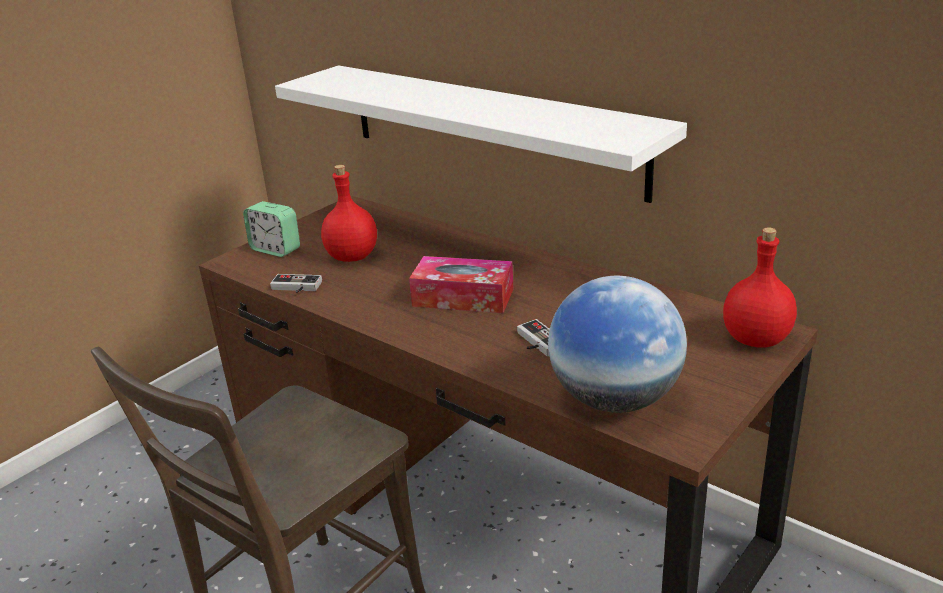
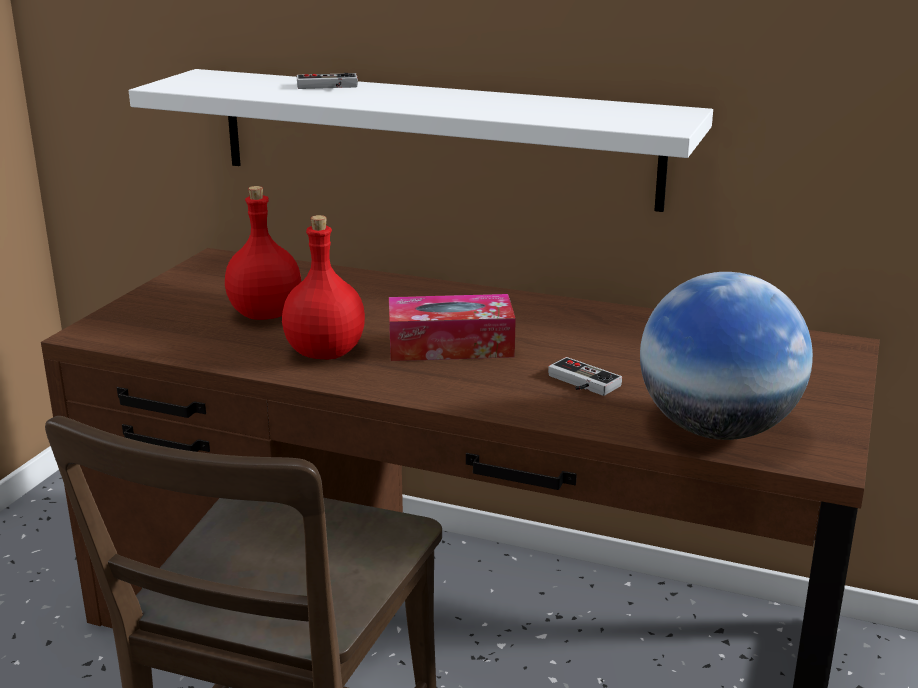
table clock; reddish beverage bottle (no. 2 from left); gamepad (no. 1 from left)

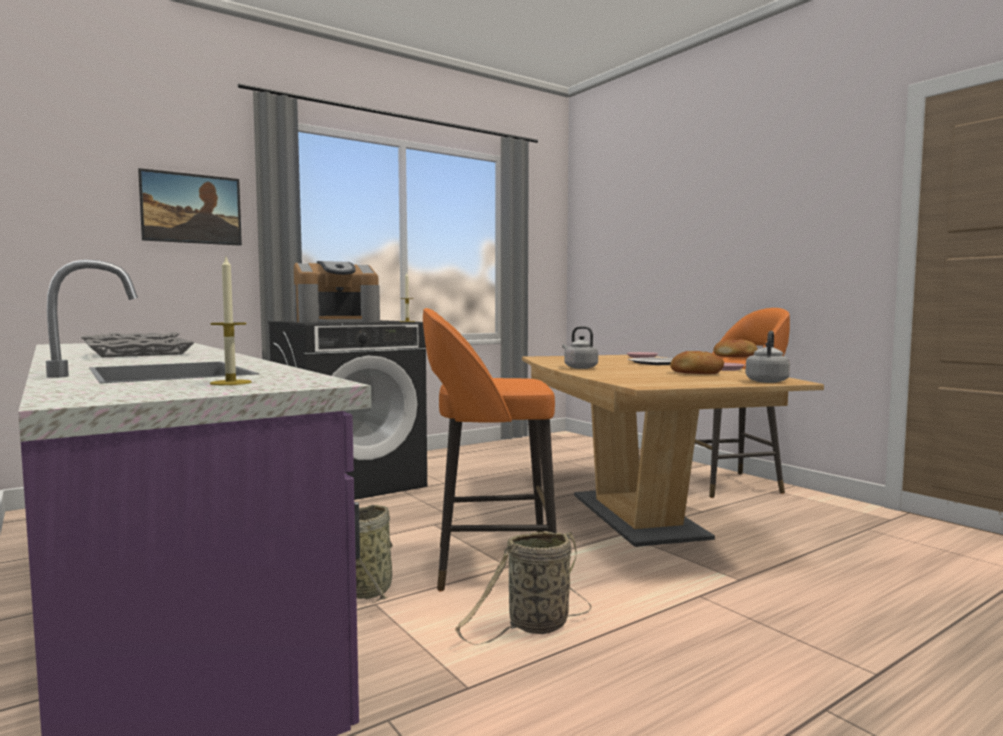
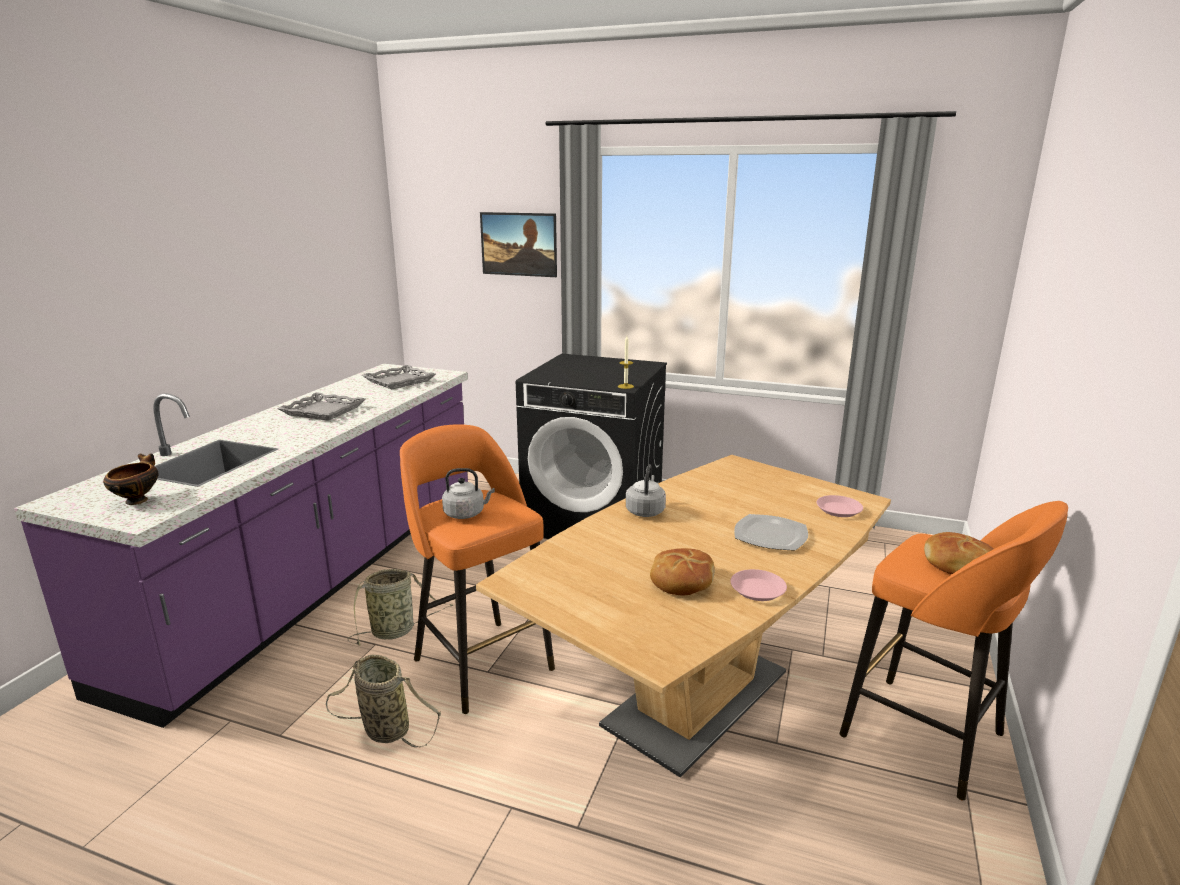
bowl; coffee machine; gray tea kettle (no. 1 from left)

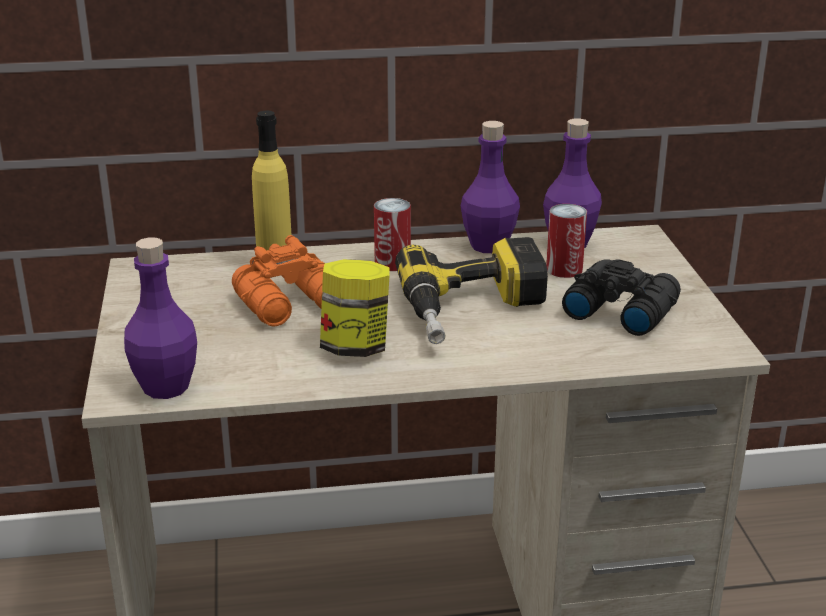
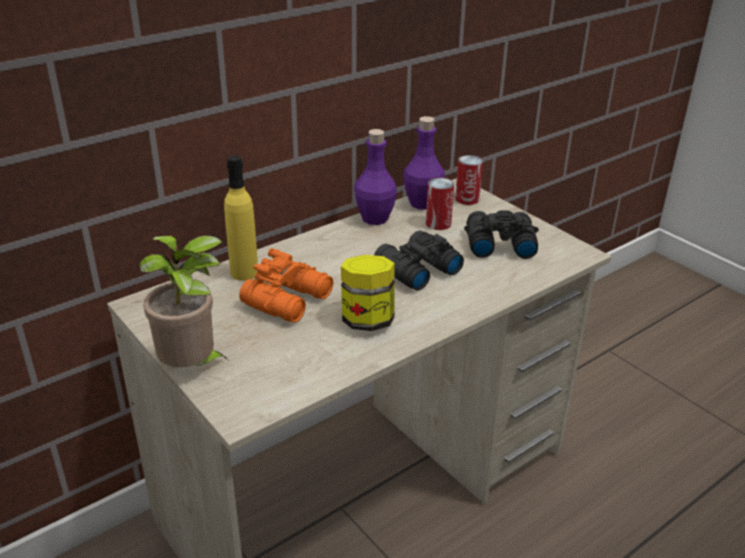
sealed can (no. 2 from left); purplish beverage bottle (no. 1 from left in the first image); blackish pair of binoculars (no. 1 from left); houseplant

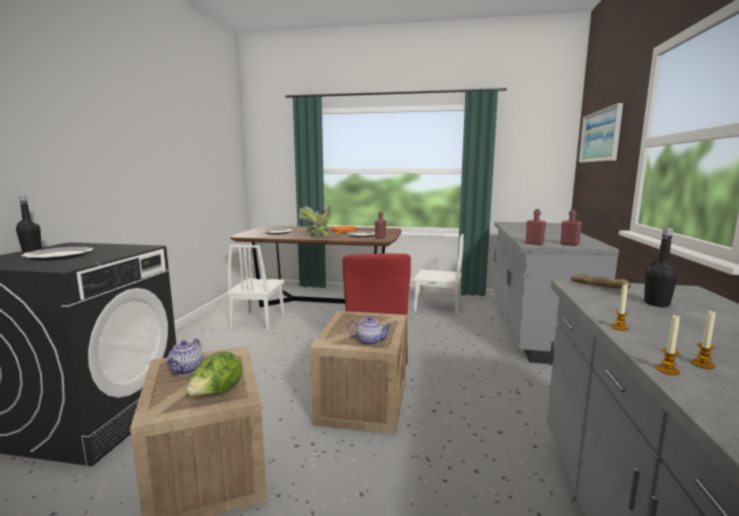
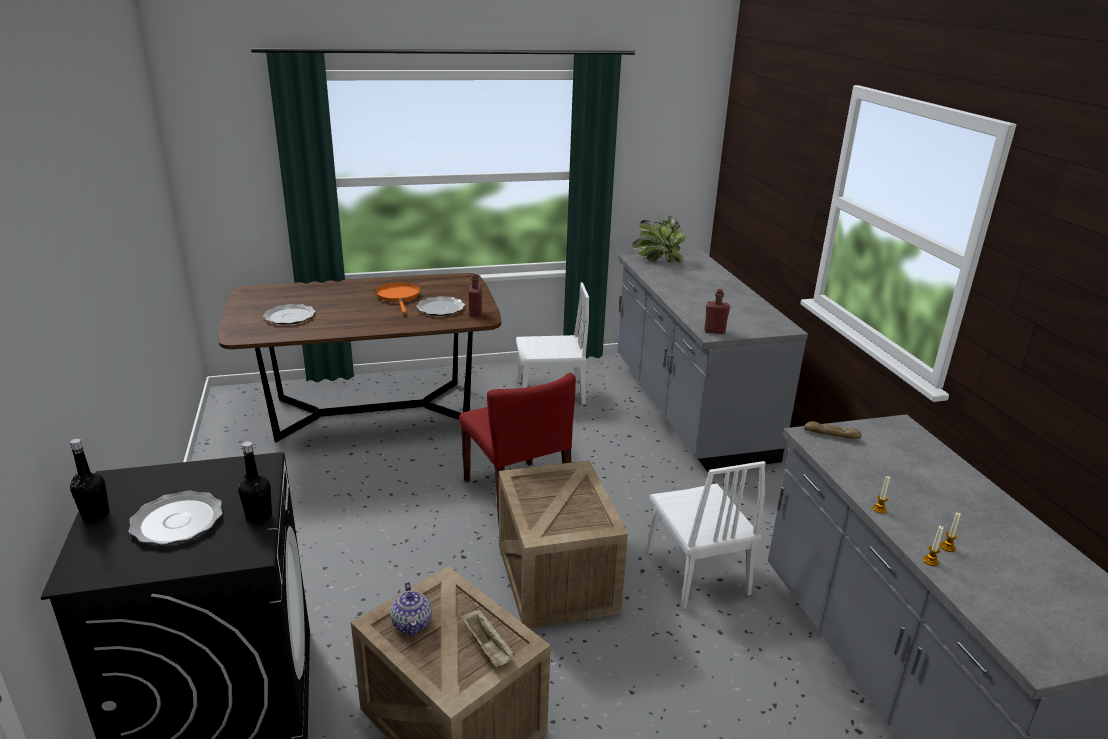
wall art; houseplant; reddish beverage bottle (no. 3 from left in the first image); blackish beverage bottle (no. 2 from left); whitish plain chair (no. 2 from left); teapot (no. 2 from left in the first image); sand-coloured carrying tray

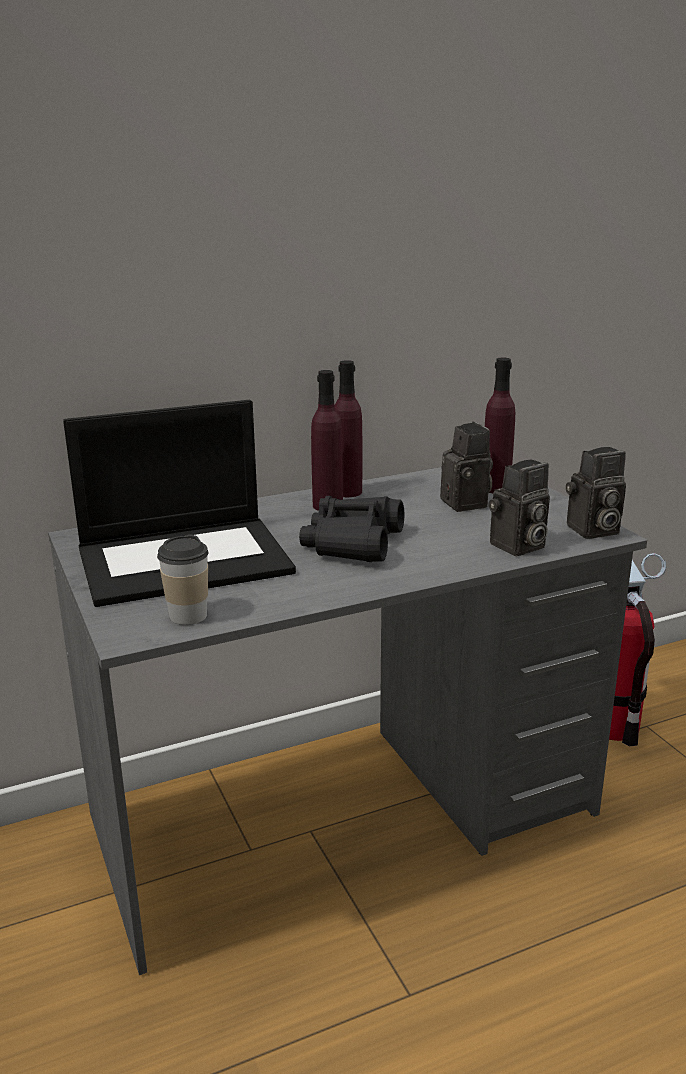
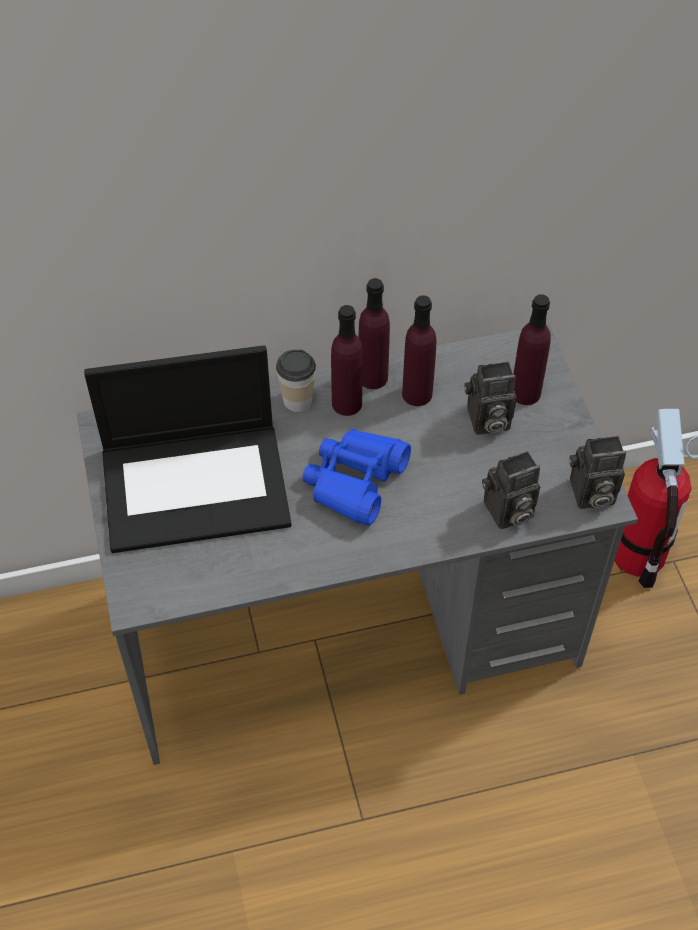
still camera (no. 1 from left); bluish pair of binoculars; cup; purplish beverage bottle (no. 3 from left)

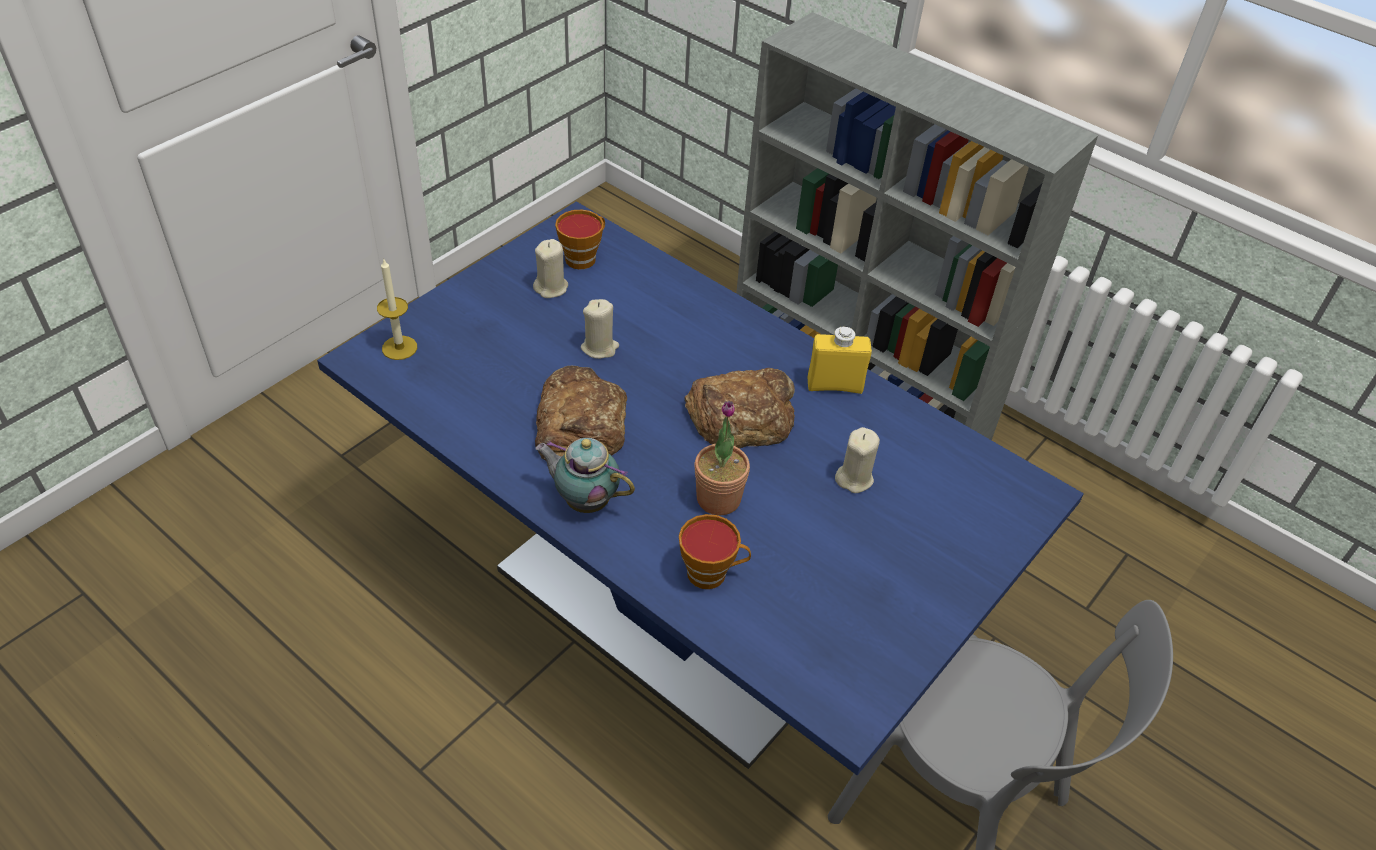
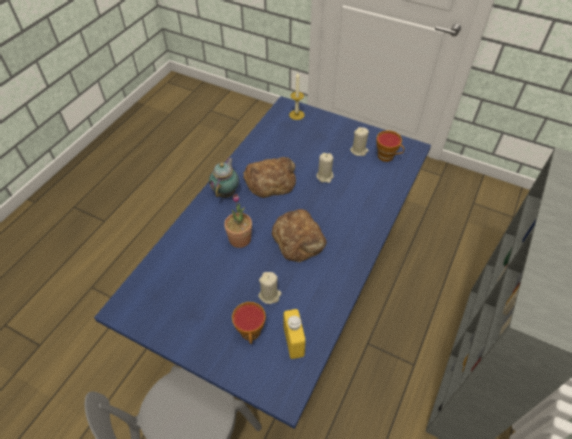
yellowish beverage bottle; cup (no. 1 from left)

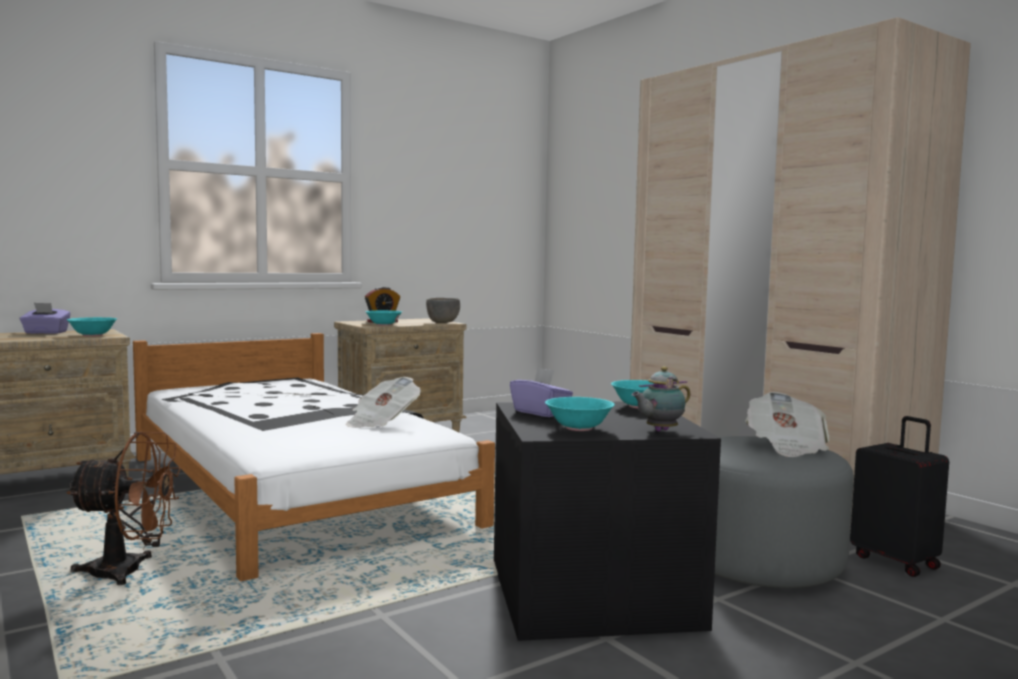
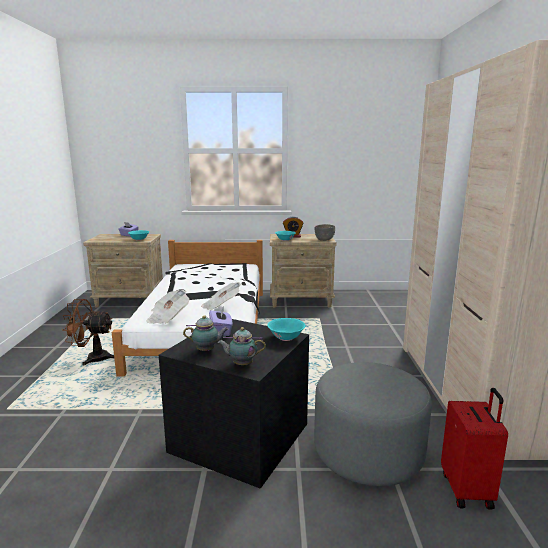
newspaper (no. 1 from left); teapot (no. 1 from left); reddish travel case; brown fan

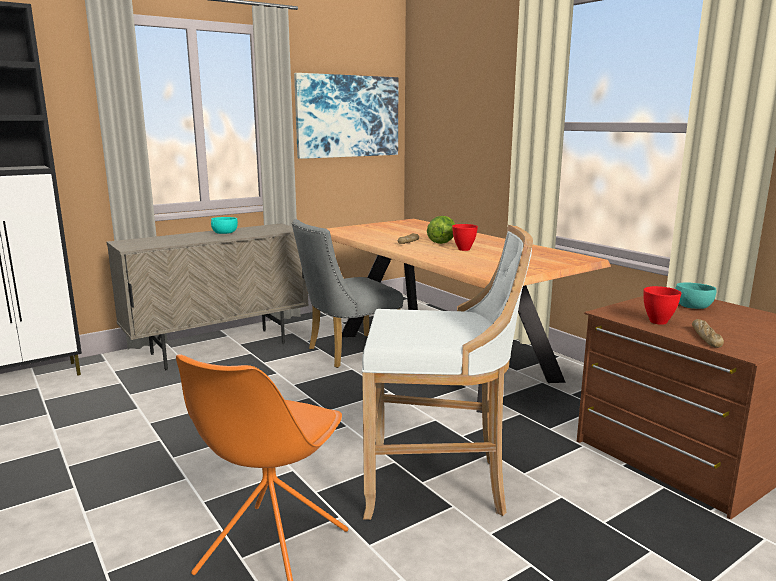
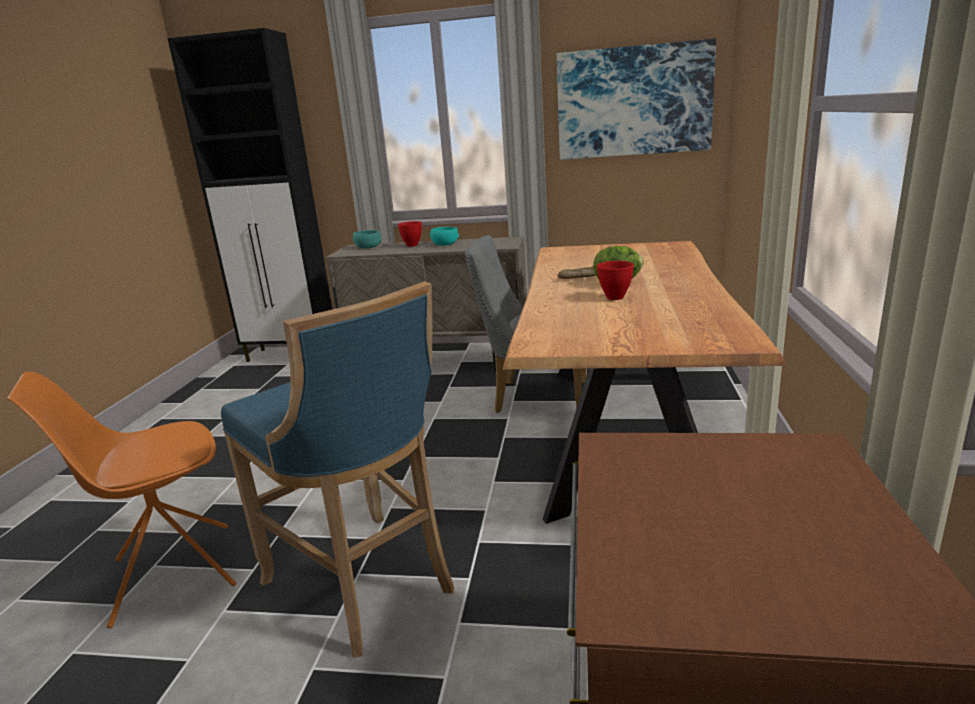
bluish stool; turquoise-coloured bowl (no. 1 from left); reddish bowl (no. 1 from left); bread (no. 2 from left in the first image)

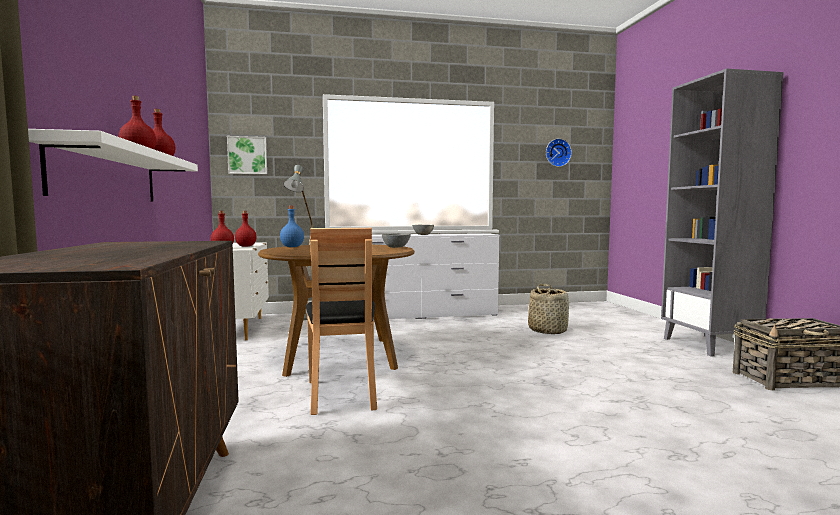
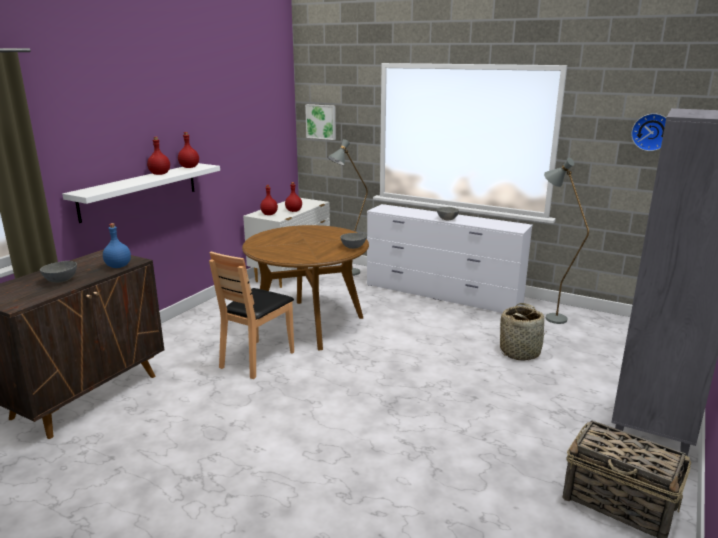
bluish beverage bottle; gray standing lamp (no. 2 from left); gray bowl (no. 1 from left)

